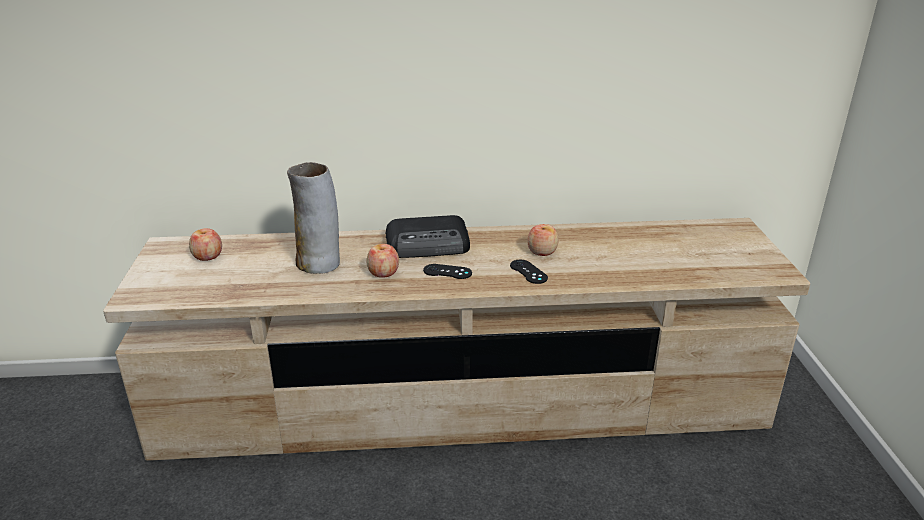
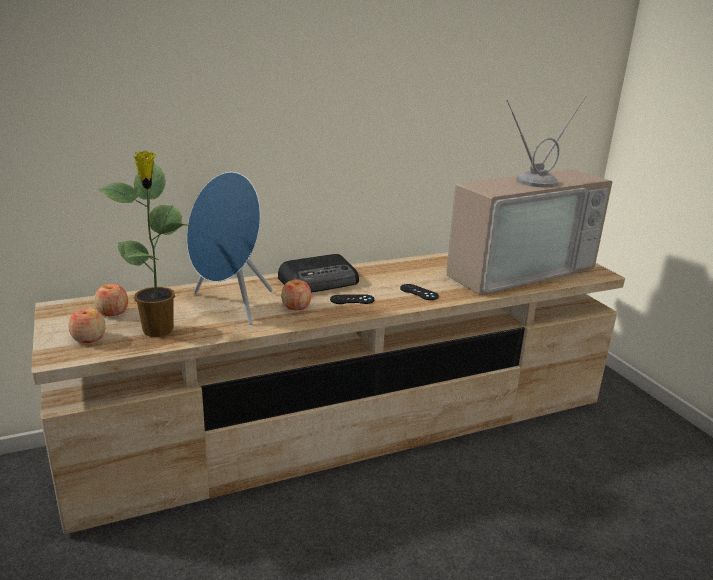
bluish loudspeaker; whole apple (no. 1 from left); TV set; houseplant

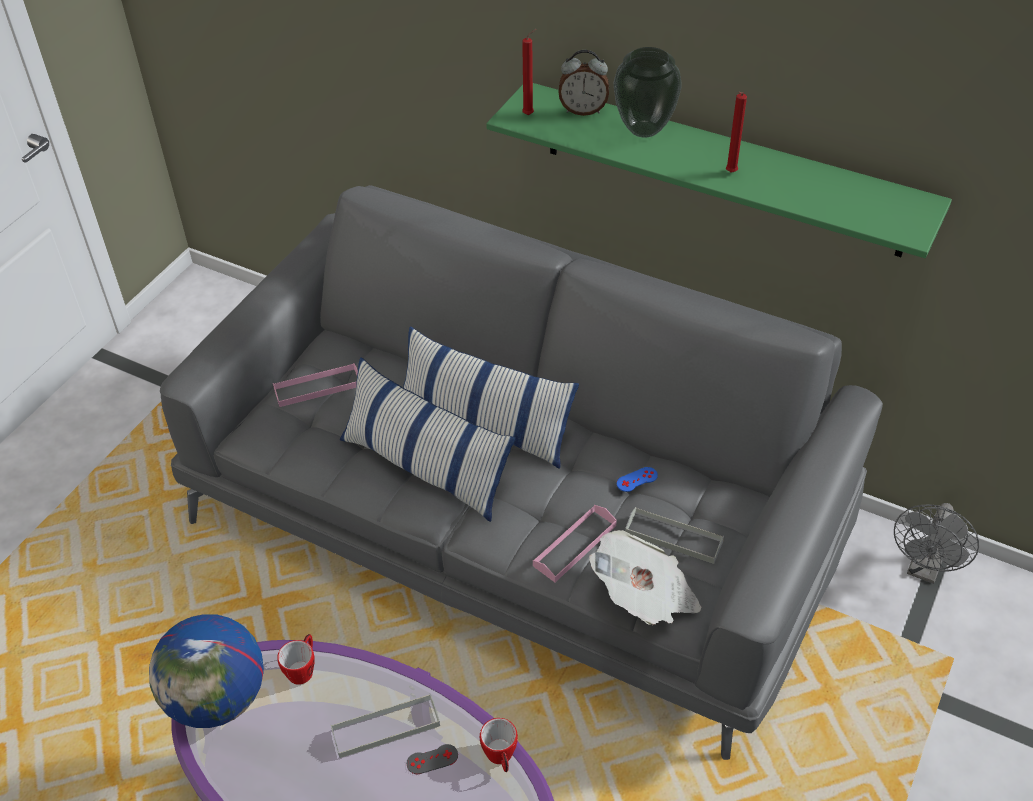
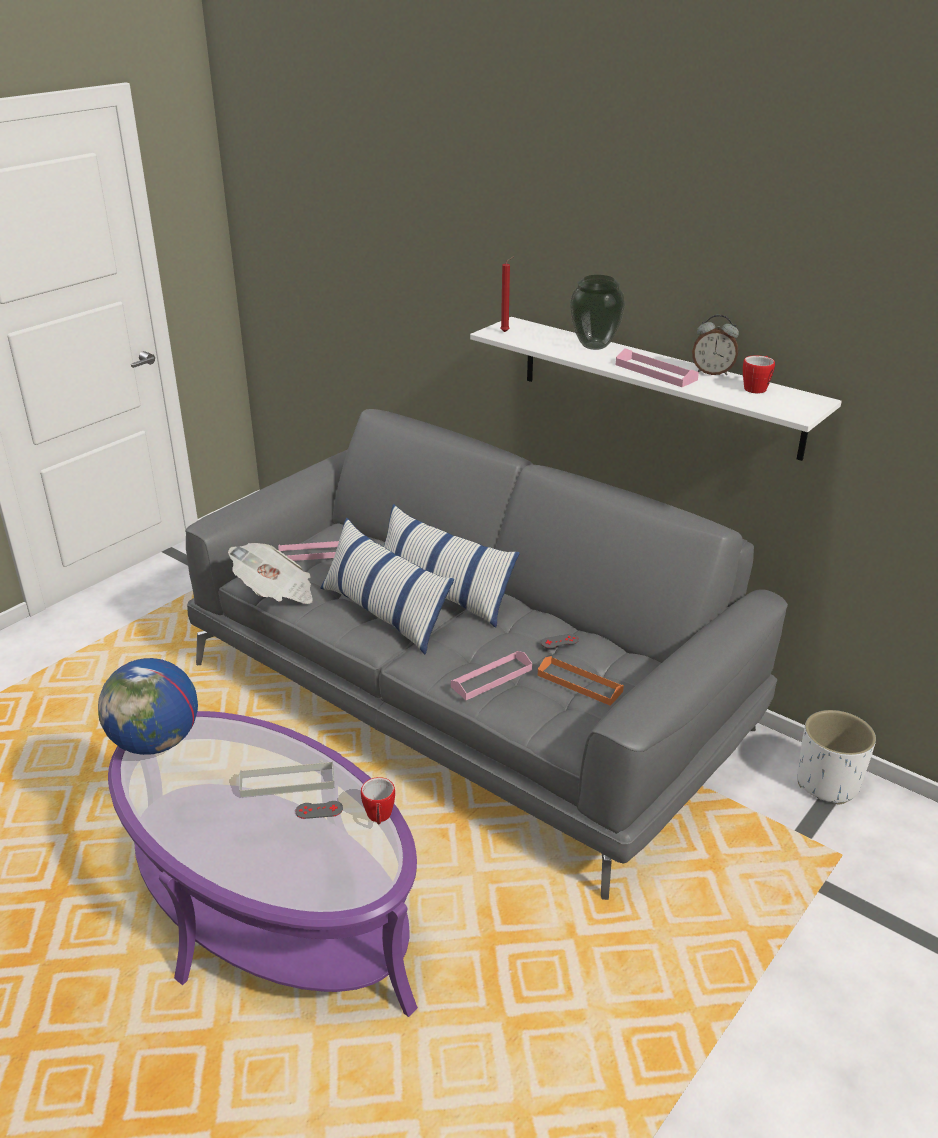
table clock; whitish bracket shelf; pinkish carrying tray (no. 3 from left); gray gamepad (no. 2 from left); whitish plant pot; orange-coloured carrying tray; newspaper; tea mug (no. 2 from left)

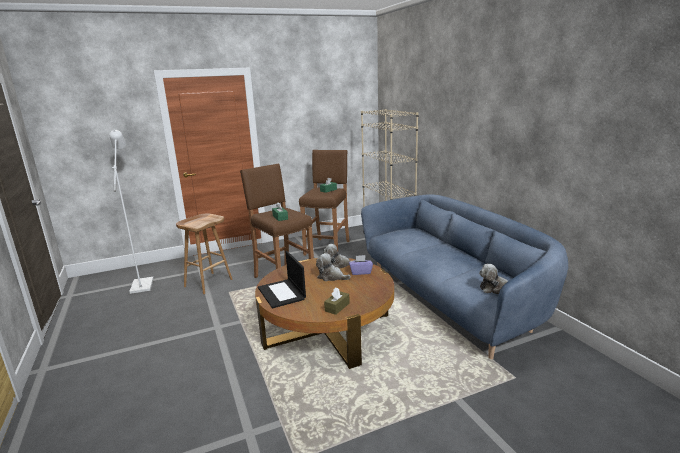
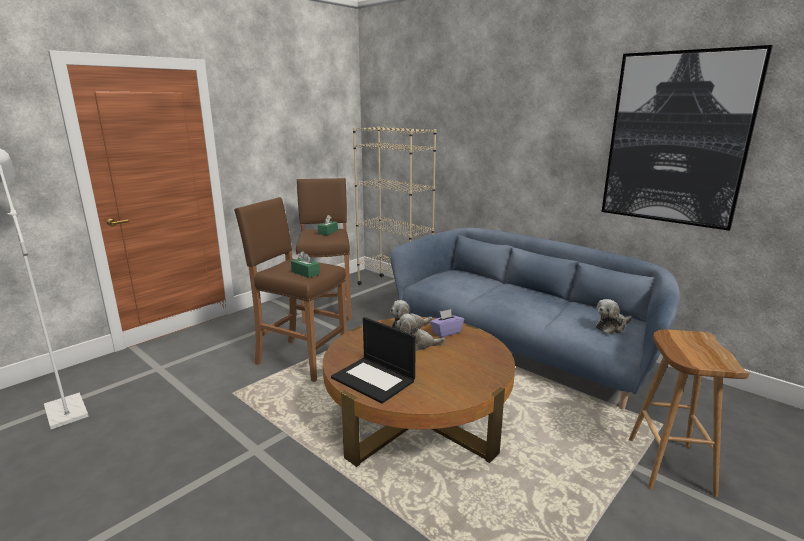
brown stool (no. 3 from left); brown tissue holder; wall art

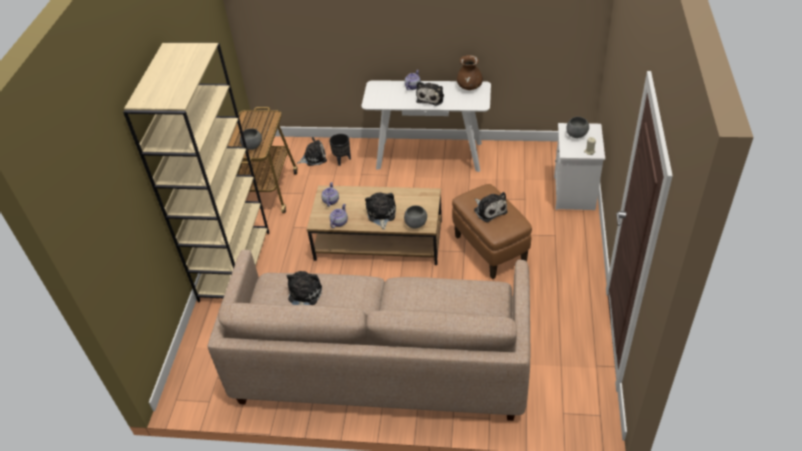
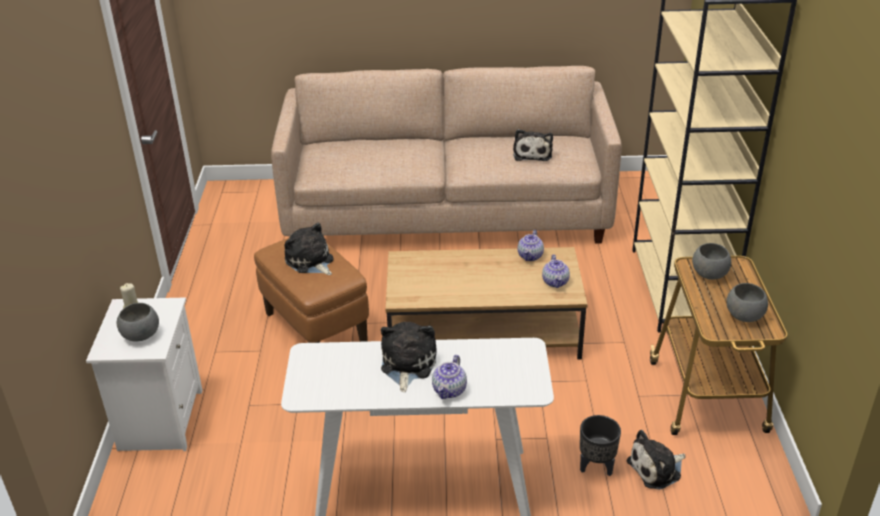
brown flower vase; plush toy (no. 3 from left in the first image); gray bowl (no. 3 from left)

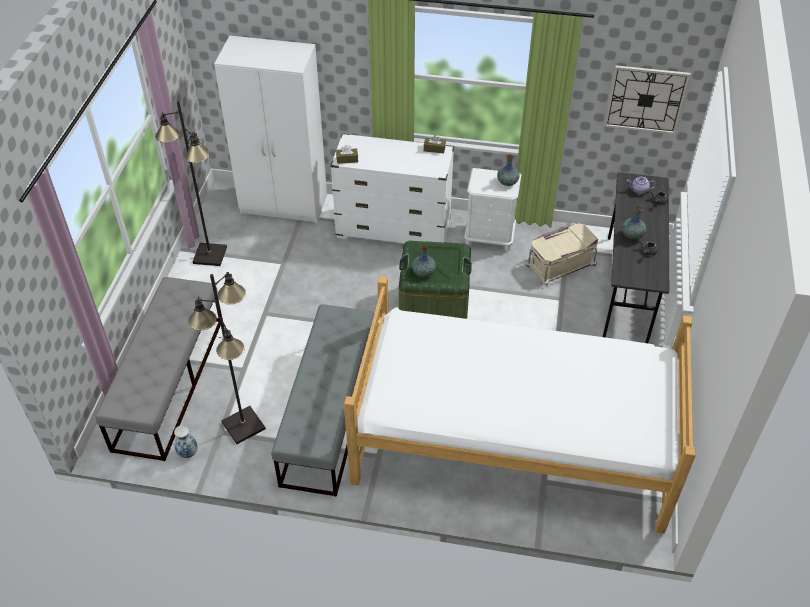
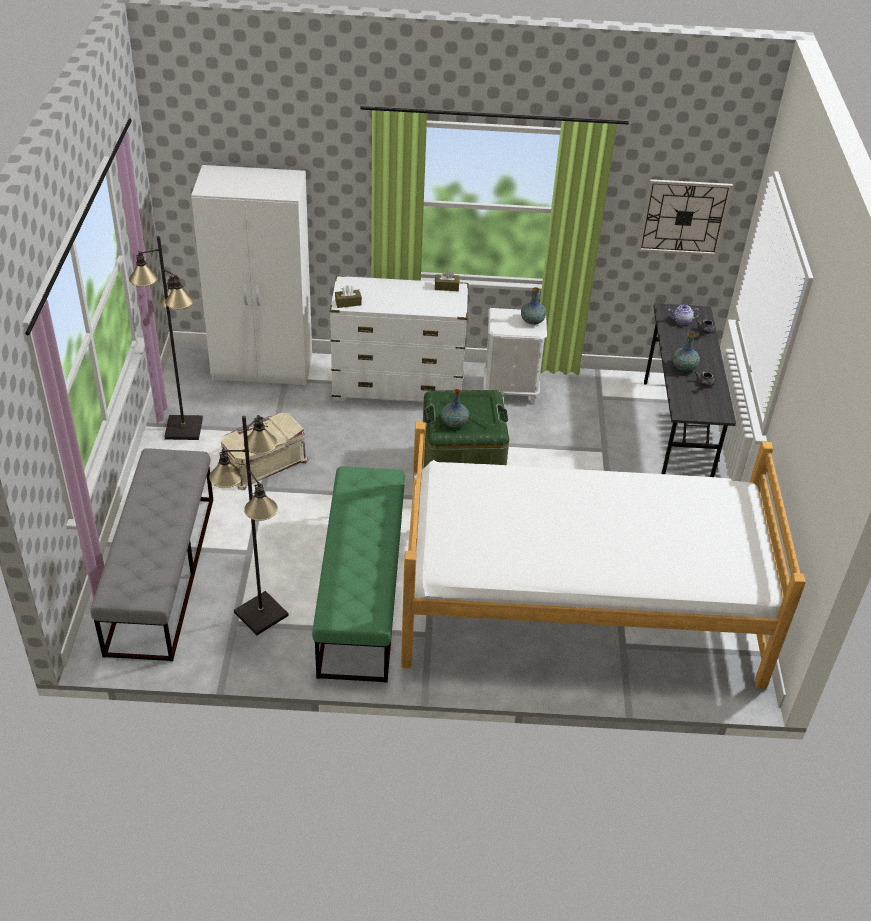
sand-coloured storage container; greenish bench; flower vase (no. 1 from left in the first image)

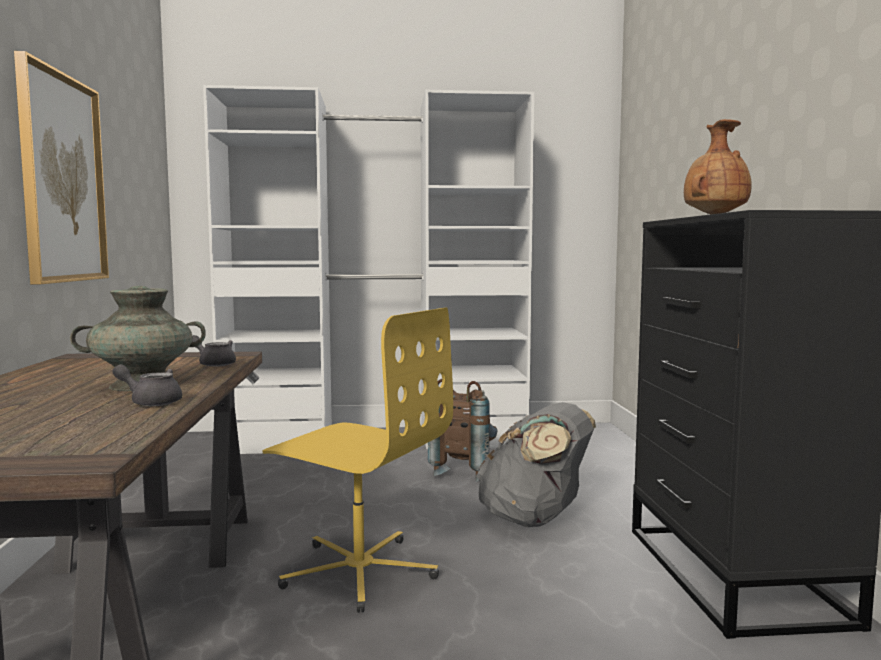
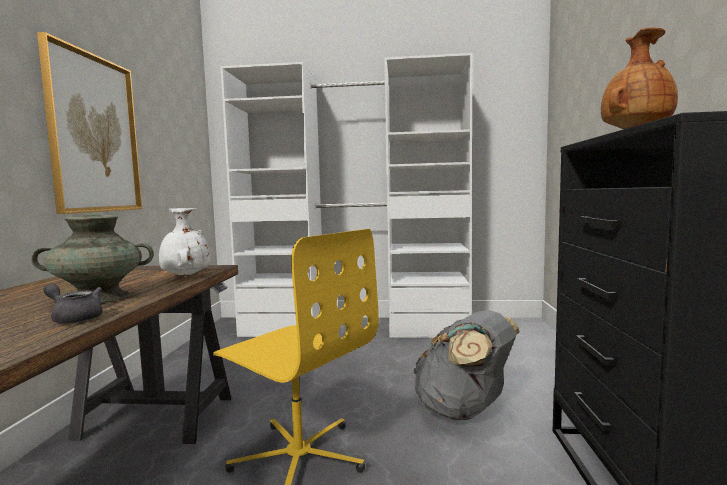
whitish flower vase; brown knapsack

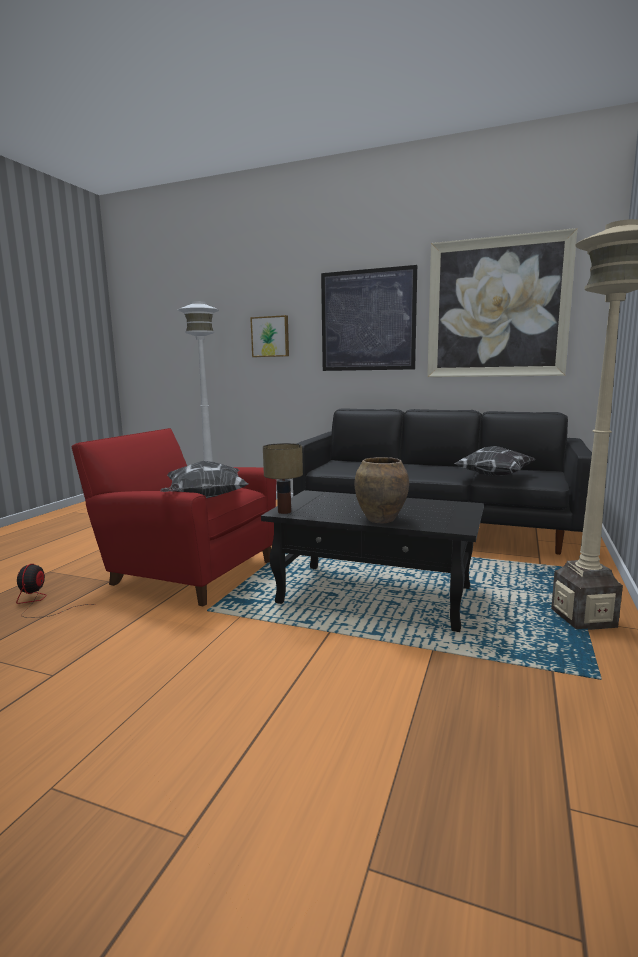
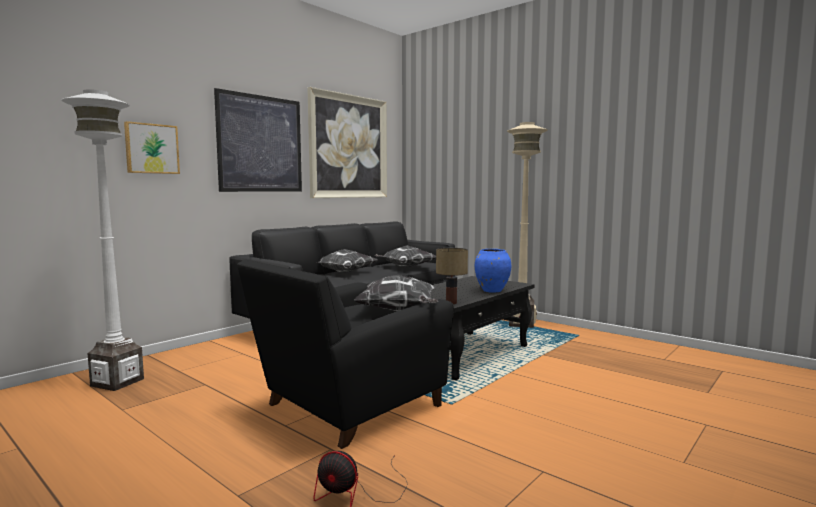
blackish lounge chair; bluish flower vase; cushion (no. 1 from left)

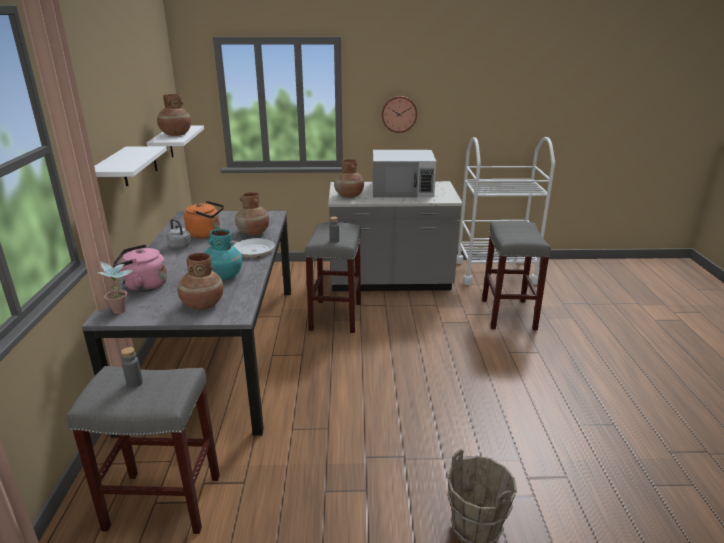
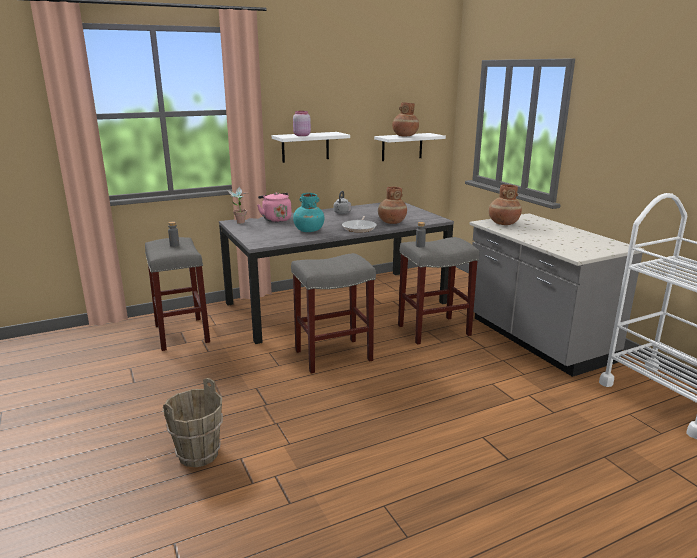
wall clock; whitish kitchen microwave; orange-coloured tea kettle; gray stool (no. 2 from left); brown flower vase (no. 2 from left in the first image); pinkish jar

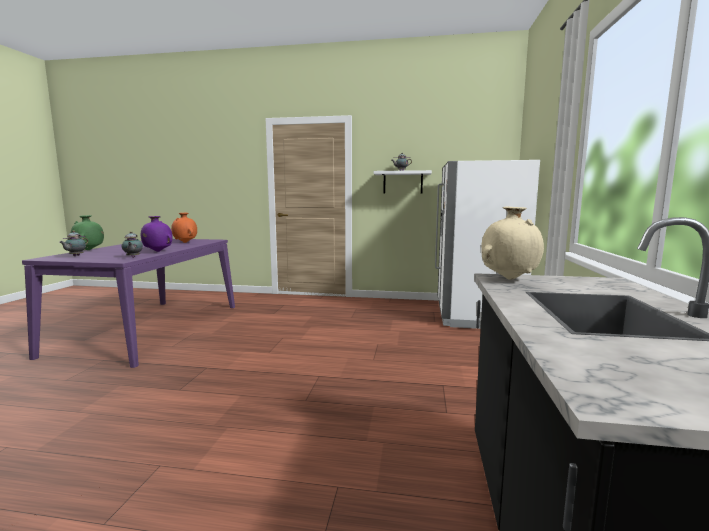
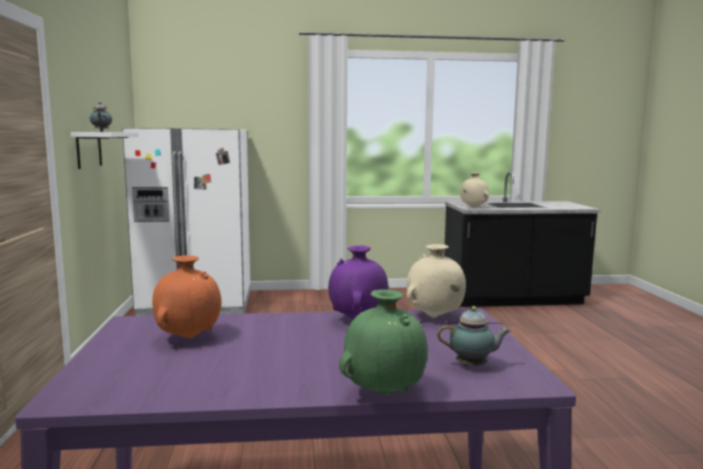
sand-coloured flower vase (no. 1 from left)

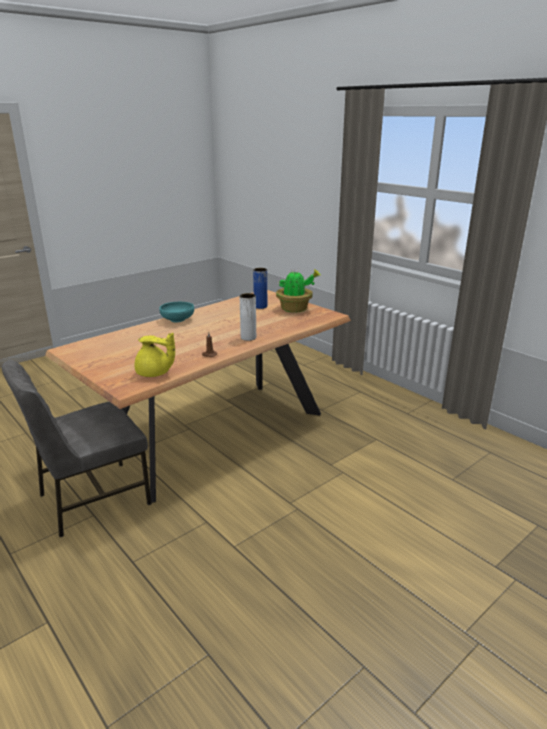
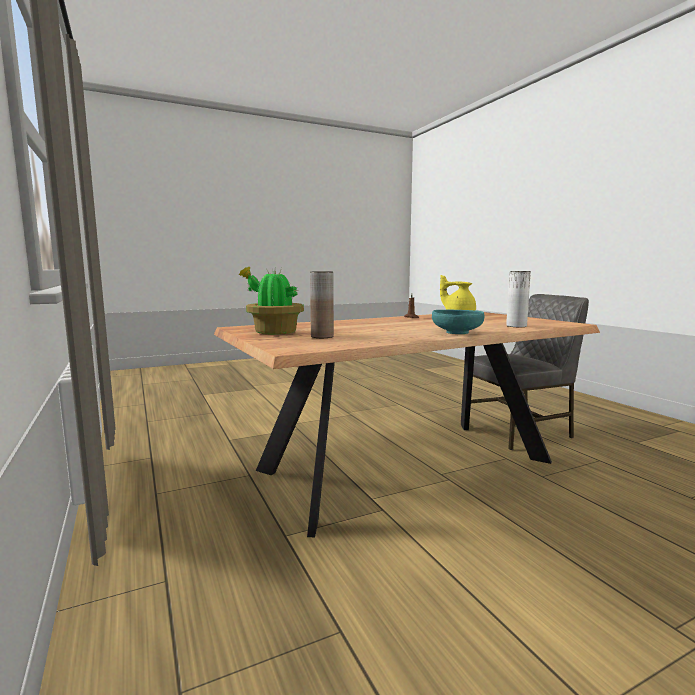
brown flower vase; whitish flower vase

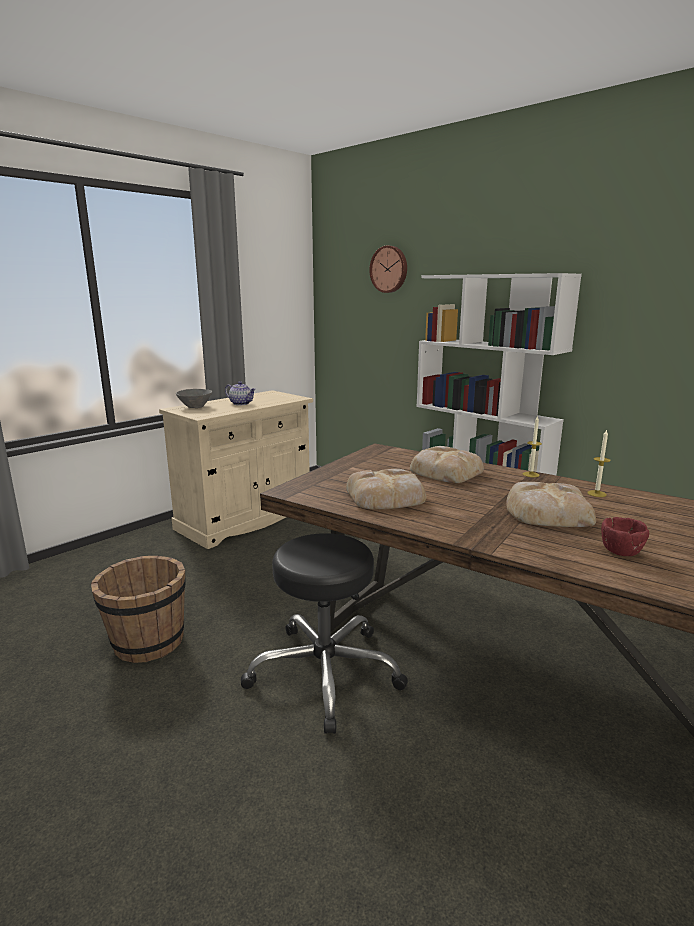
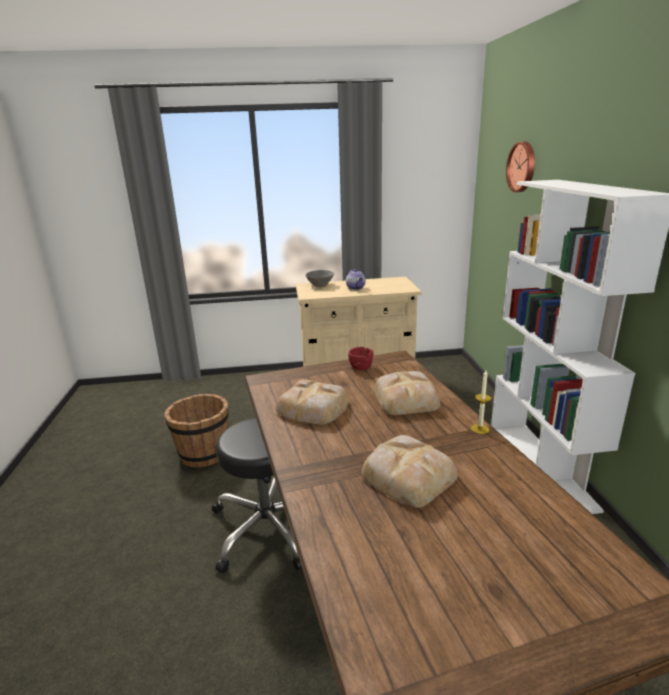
wax light (no. 2 from left in the first image); reddish bowl

